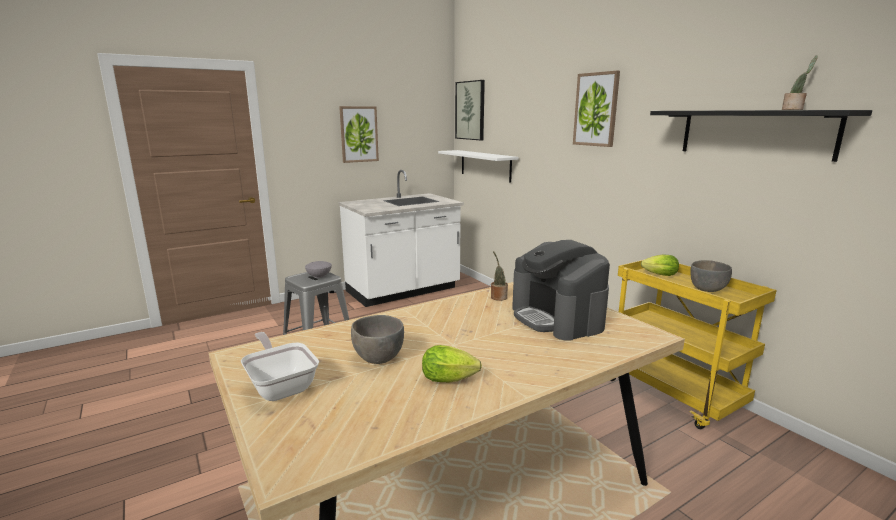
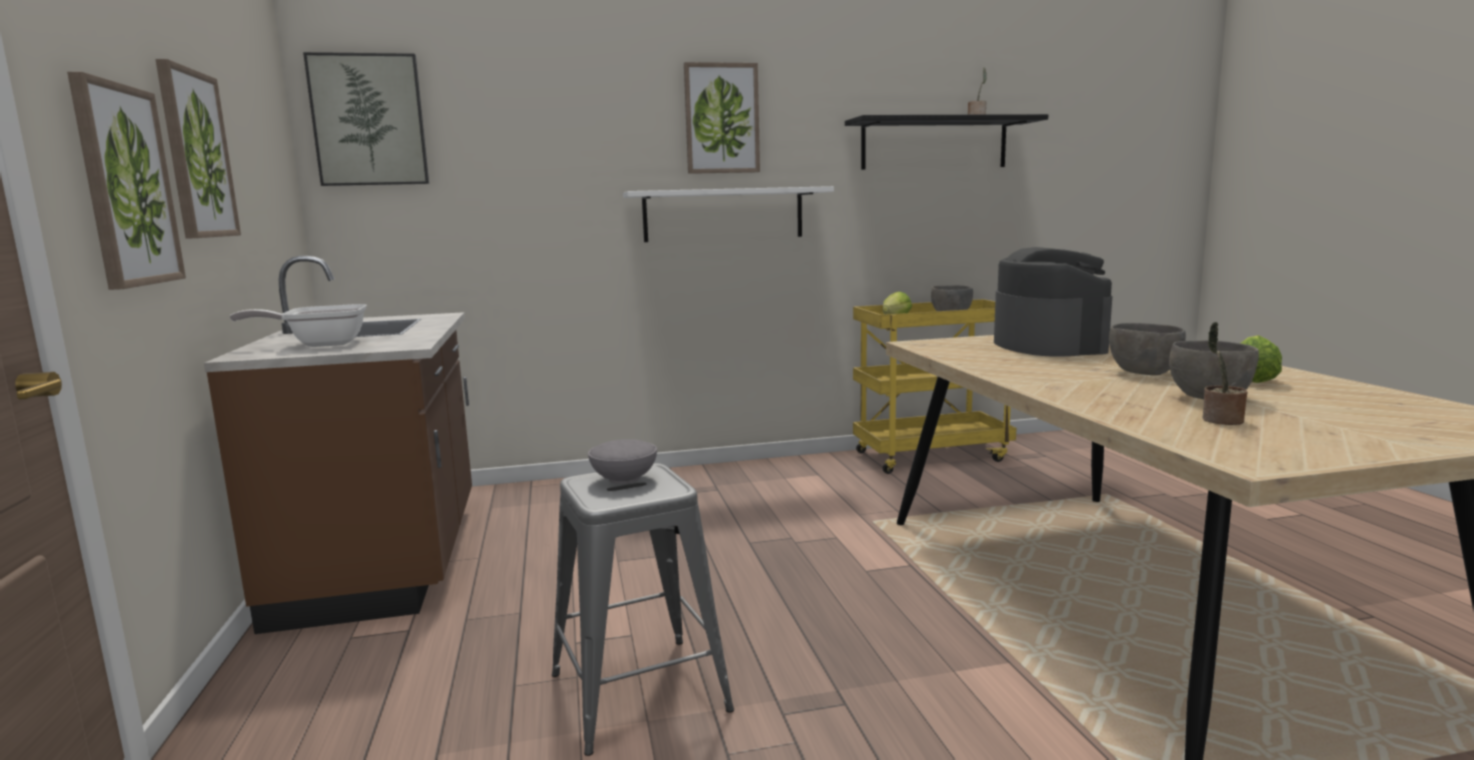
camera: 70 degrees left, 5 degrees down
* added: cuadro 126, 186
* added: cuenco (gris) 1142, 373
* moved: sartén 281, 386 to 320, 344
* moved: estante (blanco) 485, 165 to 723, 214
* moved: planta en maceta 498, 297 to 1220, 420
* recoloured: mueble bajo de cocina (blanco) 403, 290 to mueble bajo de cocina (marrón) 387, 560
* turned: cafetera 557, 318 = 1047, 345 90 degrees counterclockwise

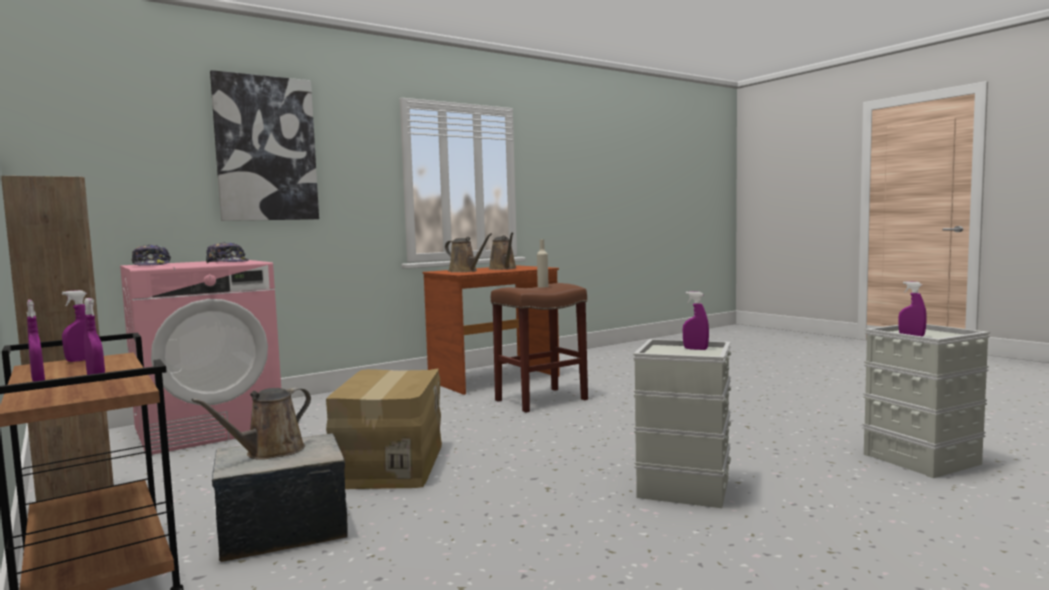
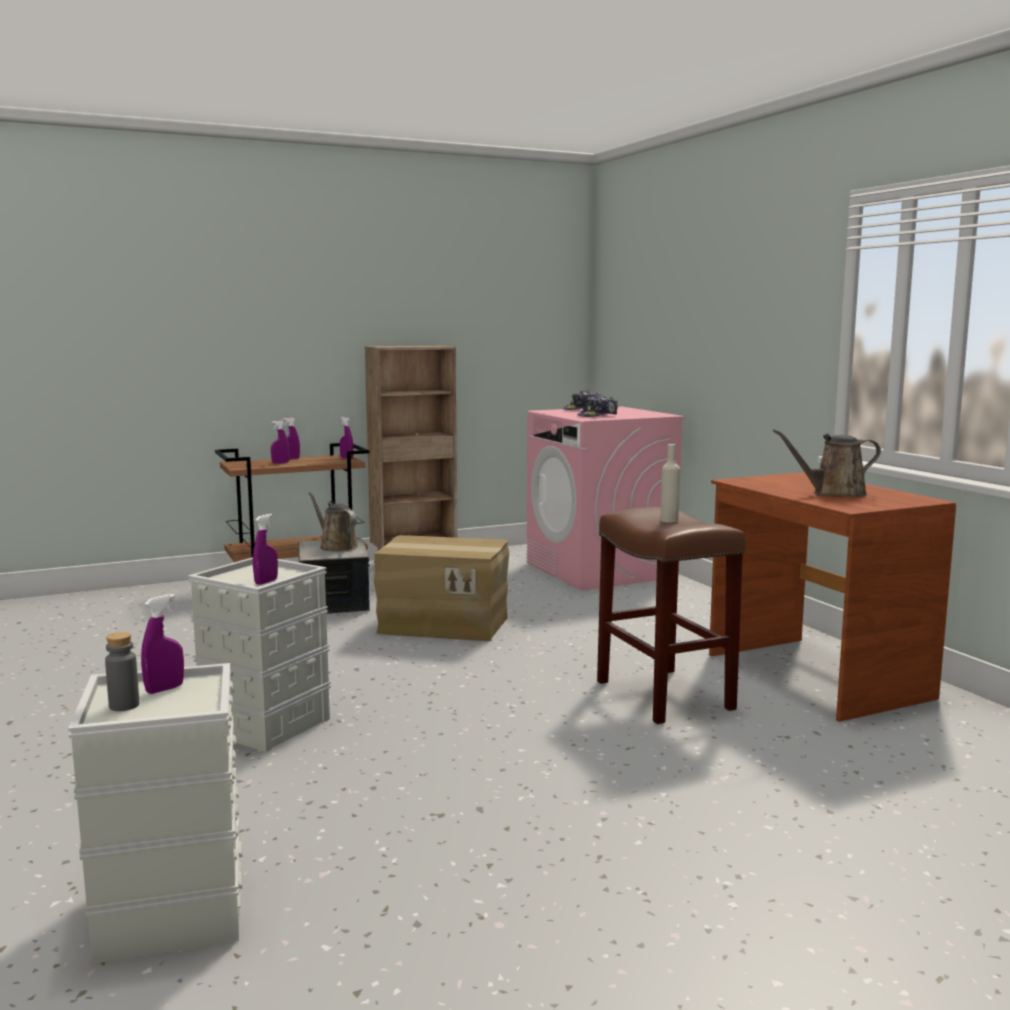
camera: 100 degrees right, 5 degrees up
* removed: cuadro 266, 149
* removed: regadera (marrón) 465, 271
* added: botella (gris) 124, 705

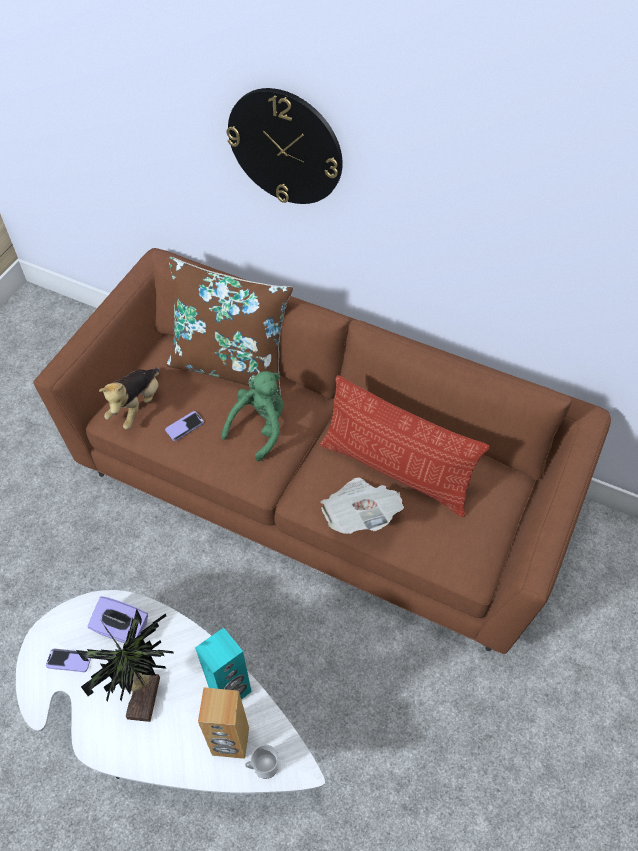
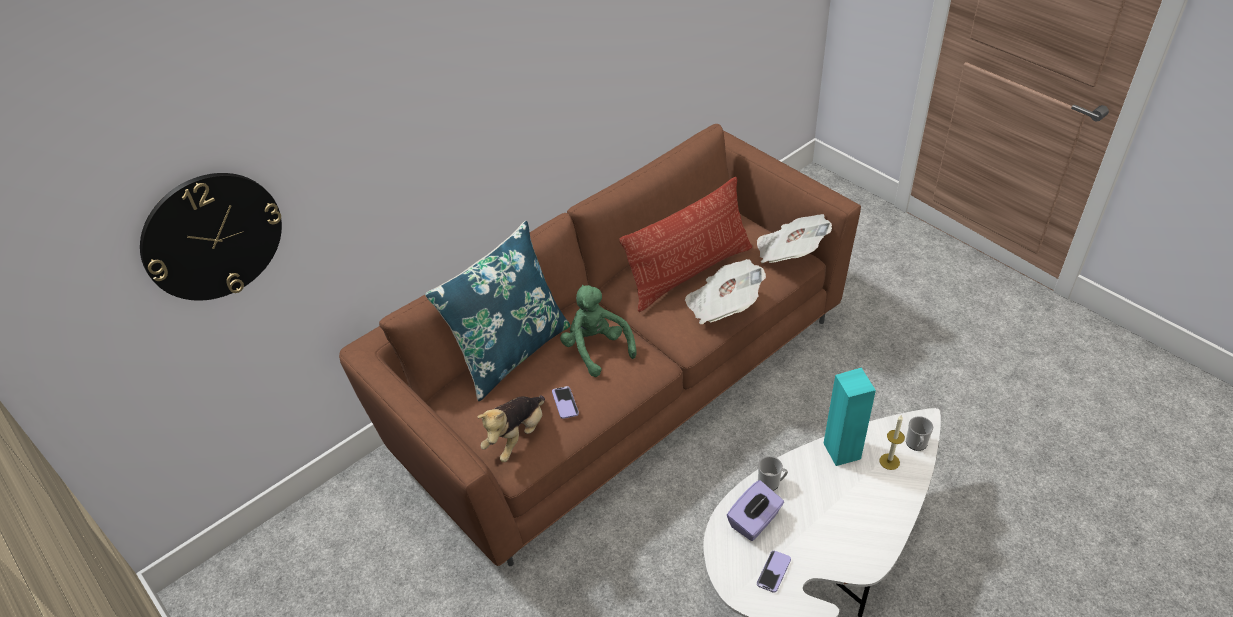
camera: 65 degrees left, 10 degrees down
* removed: planta en maceta 147, 697
* added: periódico 789, 253
* added: taza grande 771, 483
* moved: reloj de pared 285, 147 to 212, 236
* replaced: altavoz (marrón) 230, 742 to vela 889, 461
* recoloured: cojín (marrón) 231, 366 to cojín (azul) 510, 352
* turned: peluche 136, 406 = 516, 437 75 degrees clockwise

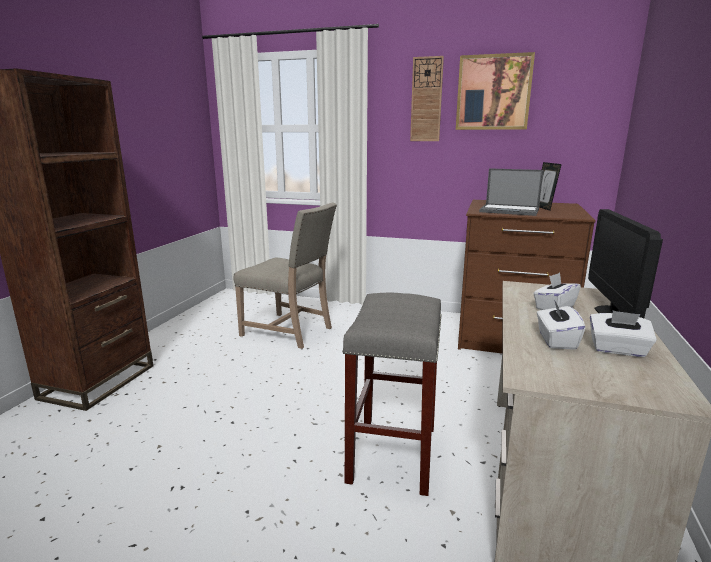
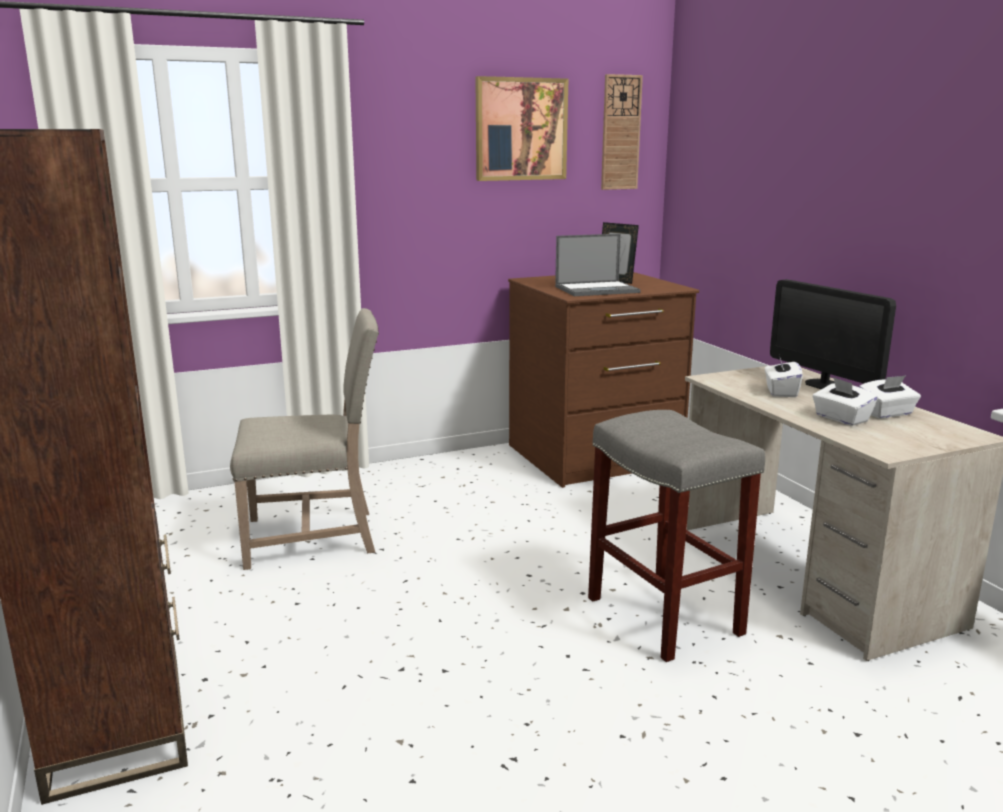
camera: 40 degrees left, 0 degrees up
* moved: reloj de pared 426, 100 to 620, 133

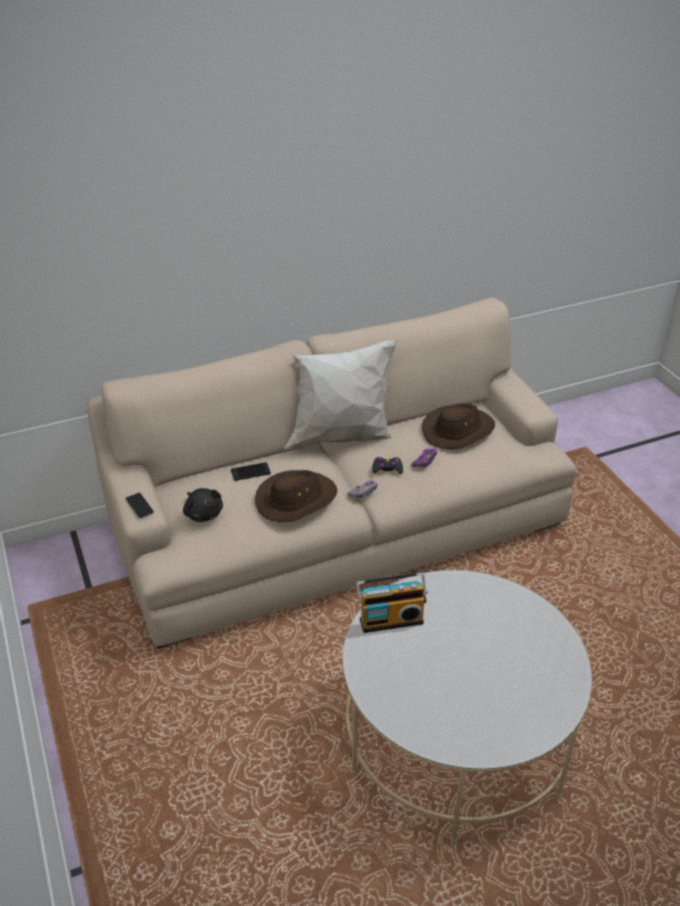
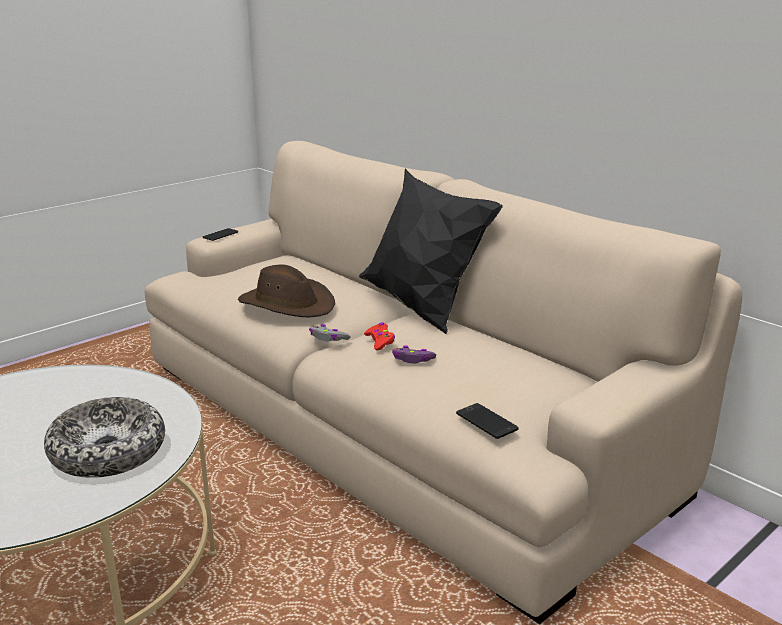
camera: 70 degrees right, 15 degrees down
* removed: peluche (negro) 203, 513
* removed: radio 390, 619
* removed: sombrero (marrón) 458, 430
* added: cuenco 108, 452
* moved: móvil 250, 472 to 486, 421
* recoloured: cojín (blanco) 341, 437 to cojín (negro) 421, 308
* recoloured: mando de consola (negro) 387, 468 to mando de consola (rojo) 380, 341

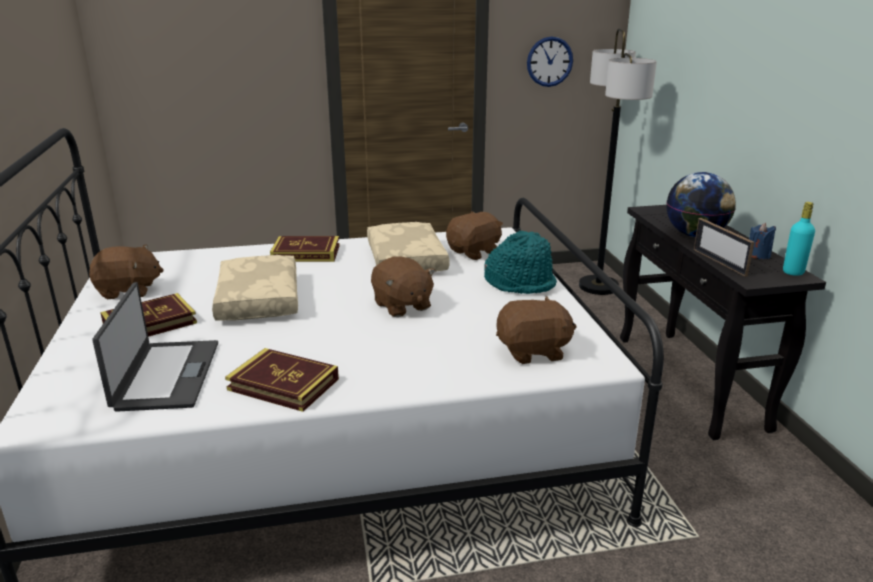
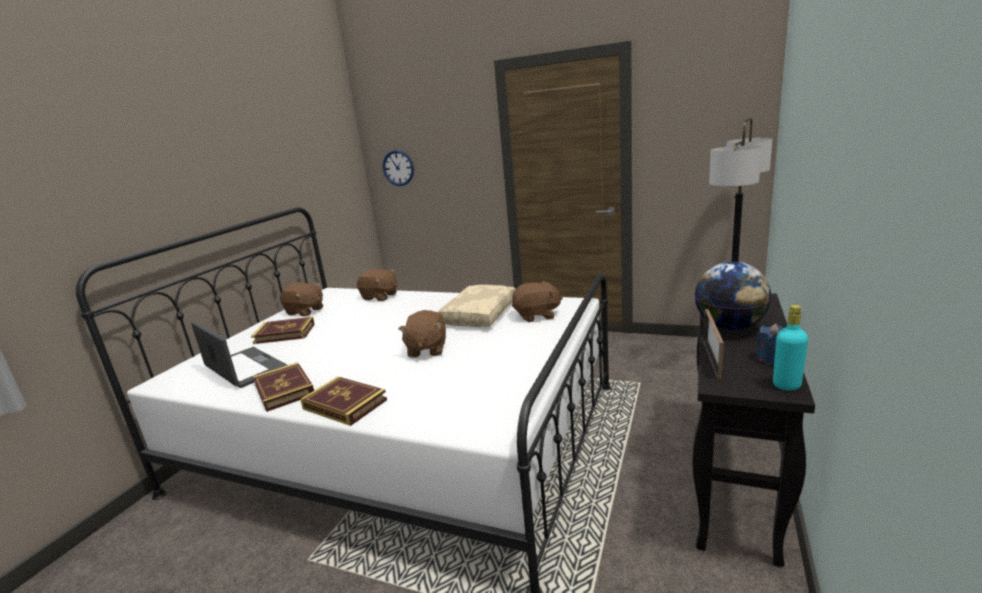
camera: 35 degrees right, 5 degrees down
* removed: cojín (beis) 257, 300
* removed: sombrero (turquesa) 520, 283
* moved: libro 306, 253 to 345, 404
* moved: peluche (marrón) 533, 352 to 380, 297
* moved: reloj de pared 549, 61 to 398, 168
* turned: portátil 166, 375 = 244, 368 75 degrees counterclockwise

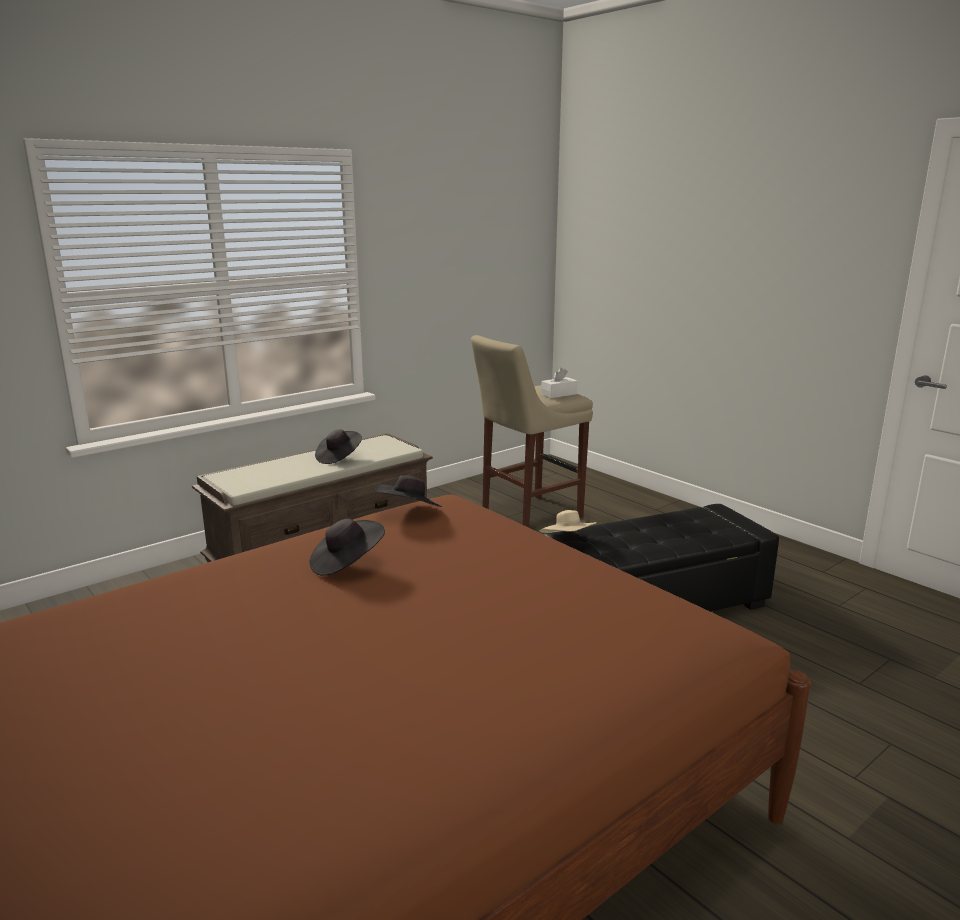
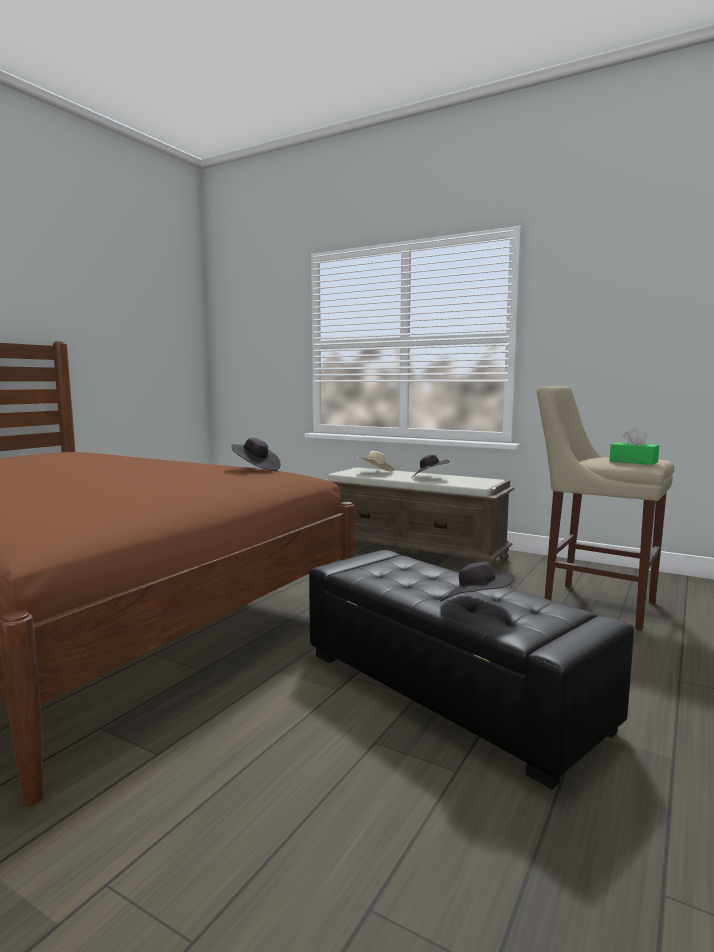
camera: 70 degrees right, 10 degrees down
* moved: sombrero (negro) 346, 564 to 476, 606
* moved: sombrero (beis) 568, 541 to 375, 472
* recoloured: caja de pañuelos (blanco) 559, 394 to caja de pañuelos (verde) 633, 462

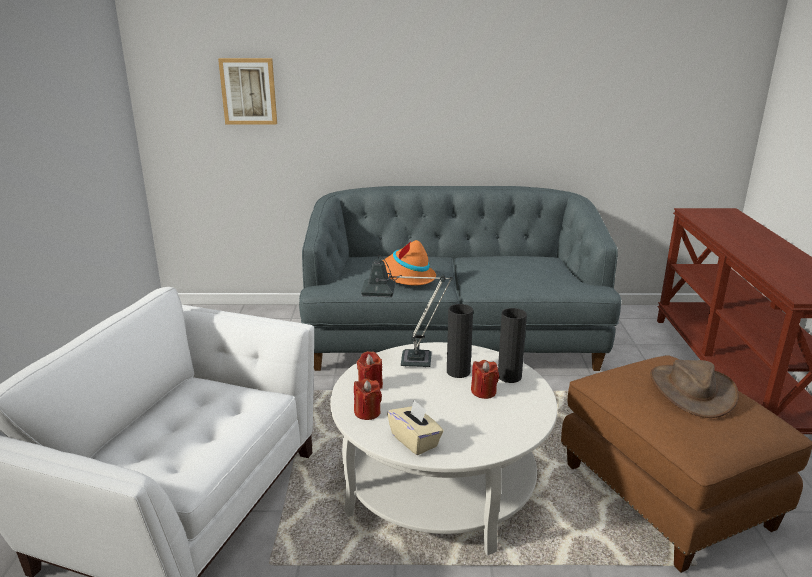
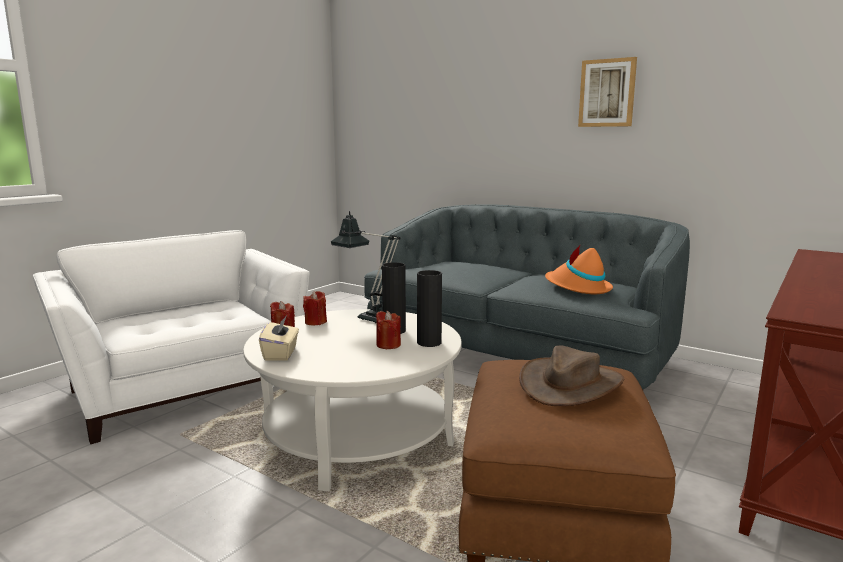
camera: 35 degrees right, 10 degrees down
* moved: cuadro 249, 91 to 607, 93
* moved: sombrero (naranja) 404, 277 to 577, 288

